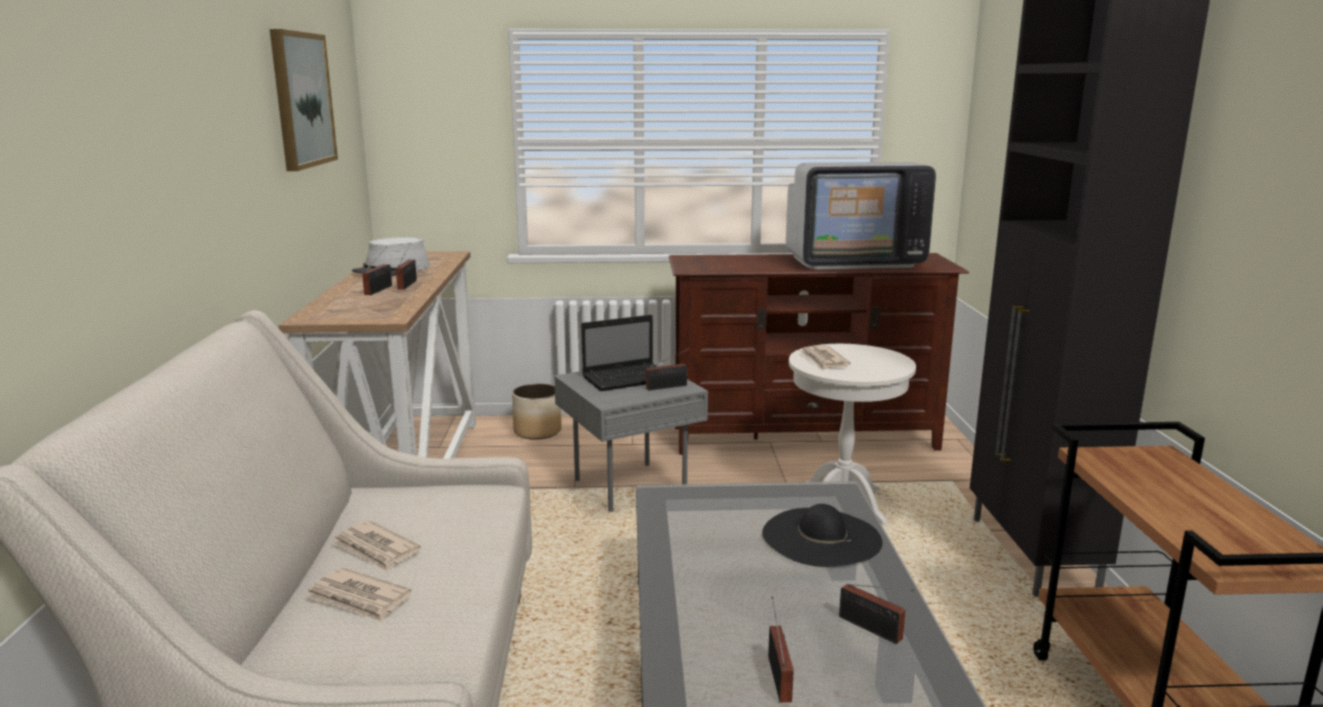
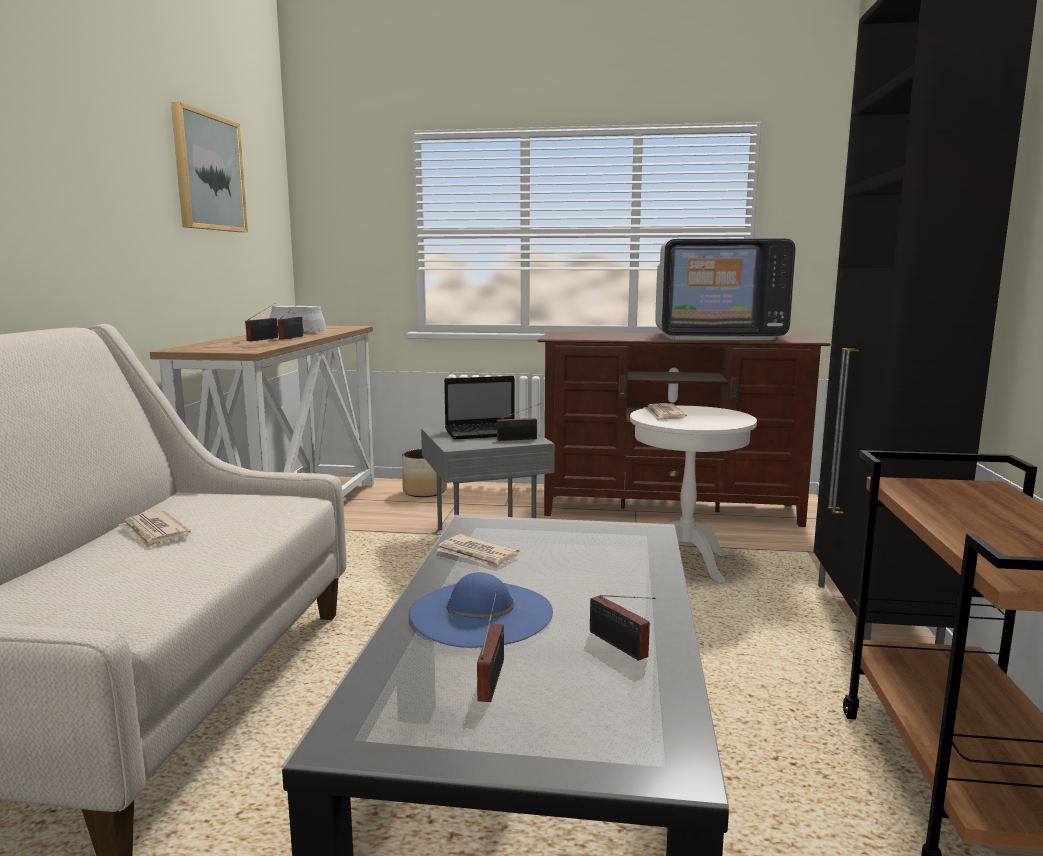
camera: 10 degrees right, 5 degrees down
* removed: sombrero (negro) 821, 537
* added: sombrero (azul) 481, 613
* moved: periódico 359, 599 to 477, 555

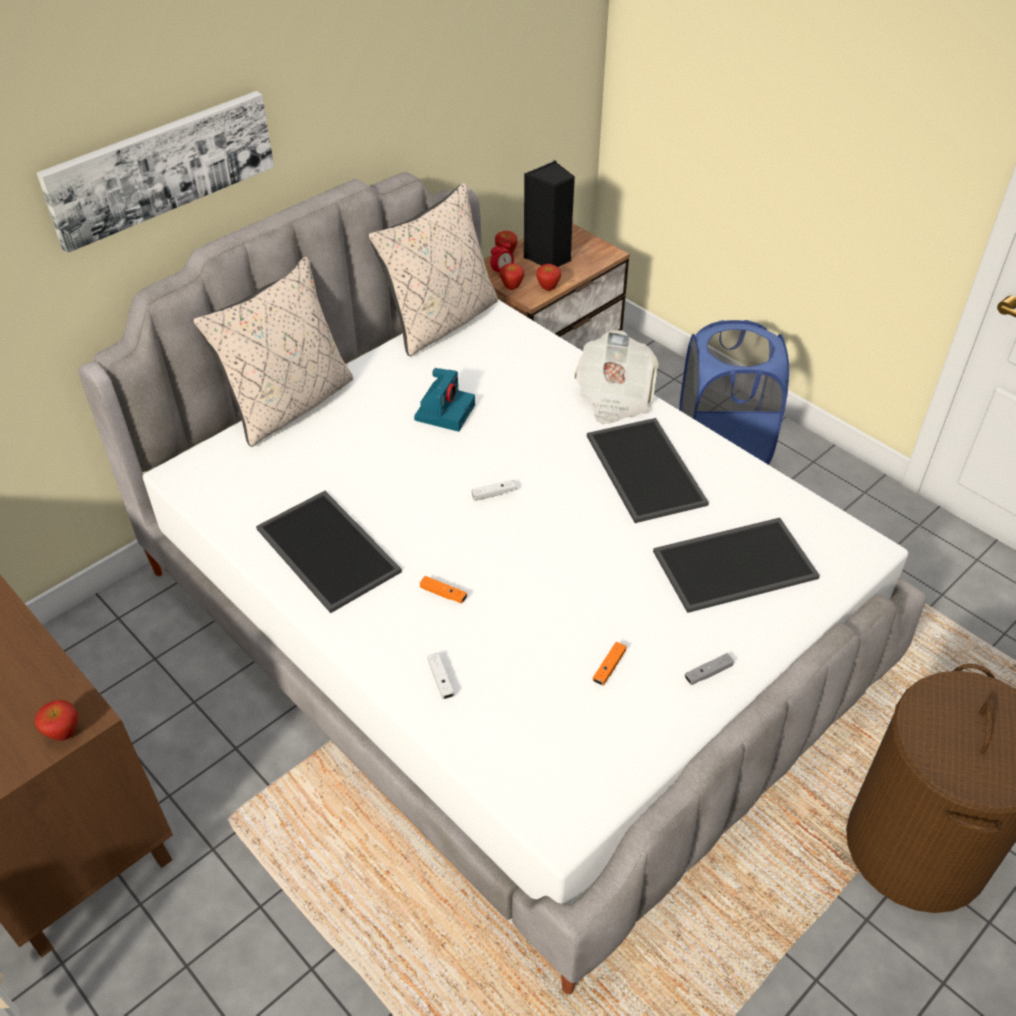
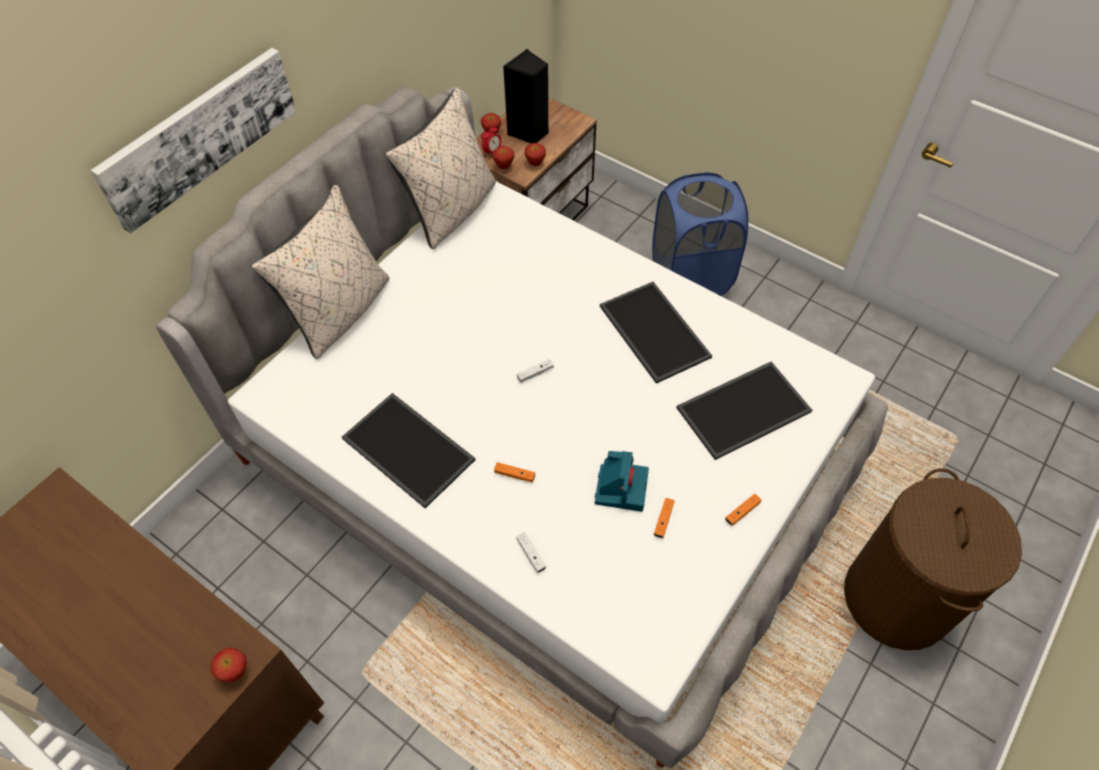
camera: 10 degrees left, 10 degrees up
* removed: periódico 614, 396
* moved: cámara 445, 411 to 621, 487
* recoloured: mando de consola (gris) 708, 673 to mando de consola (naranja) 742, 512

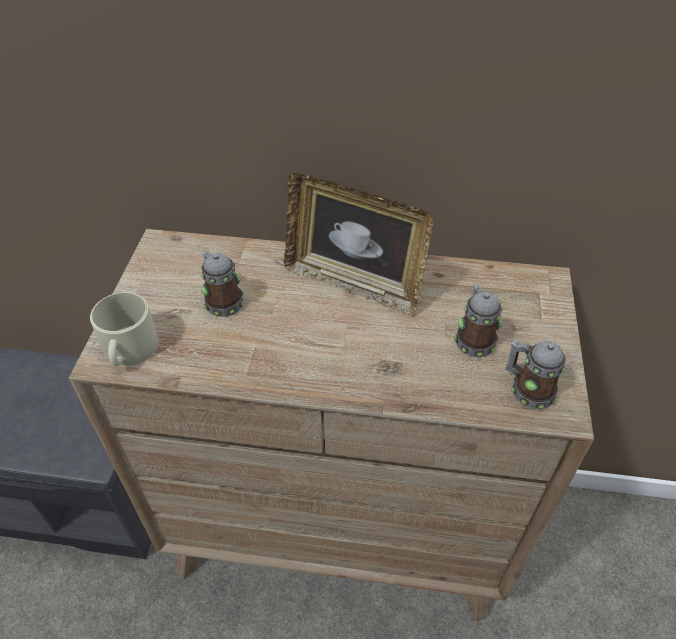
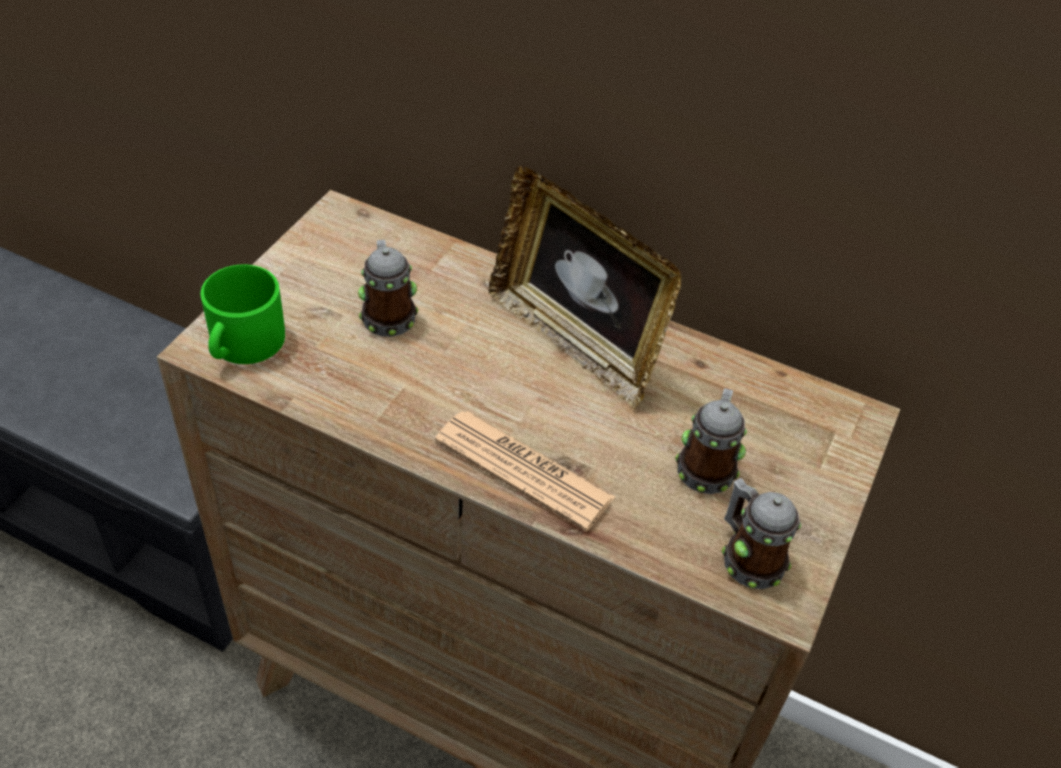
camera: 15 degrees right, 0 degrees up
* added: periódico 523, 470
* recoloured: taza grande (beis) 129, 350 to taza grande (verde) 242, 344

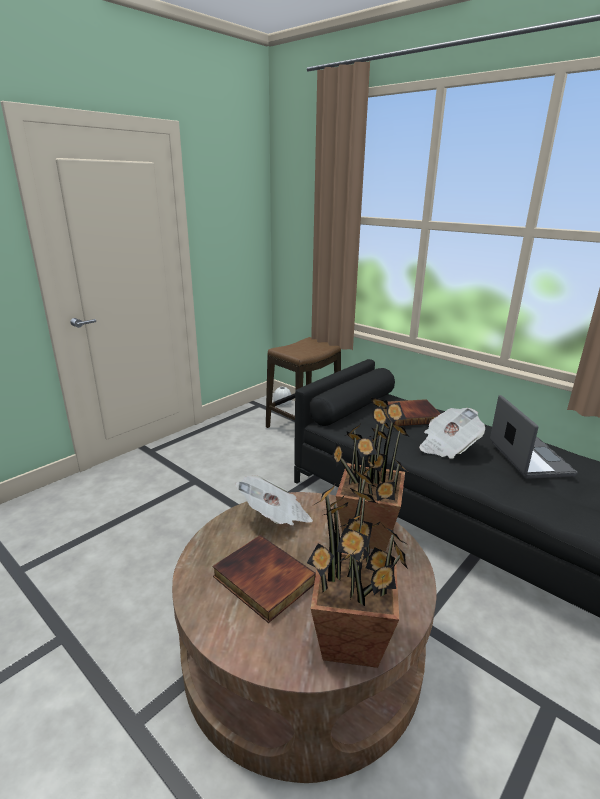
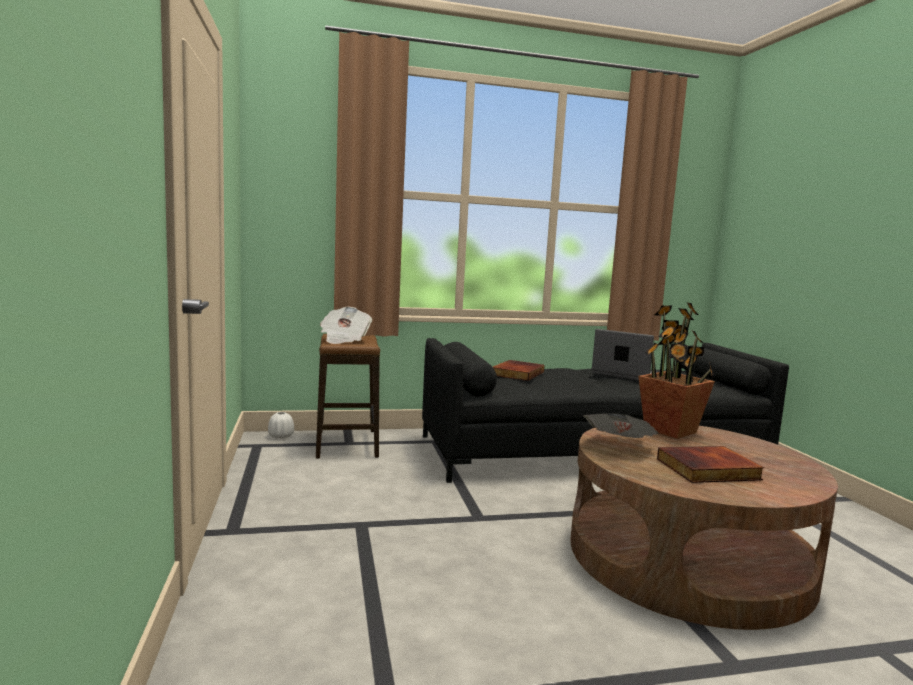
camera: 55 degrees left, 15 degrees down
* removed: planta en maceta 351, 641
* moved: periódico 447, 446 to 344, 339

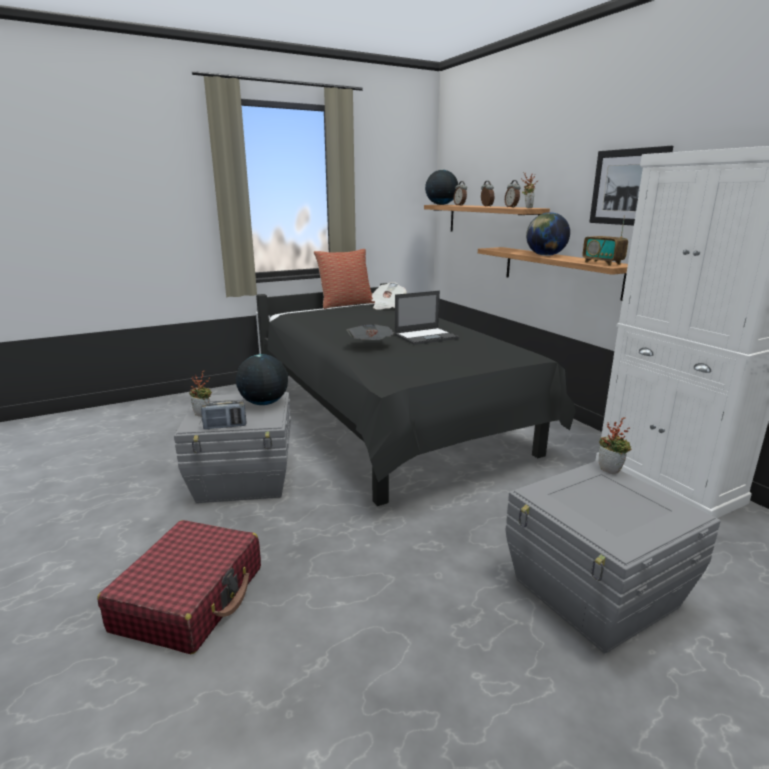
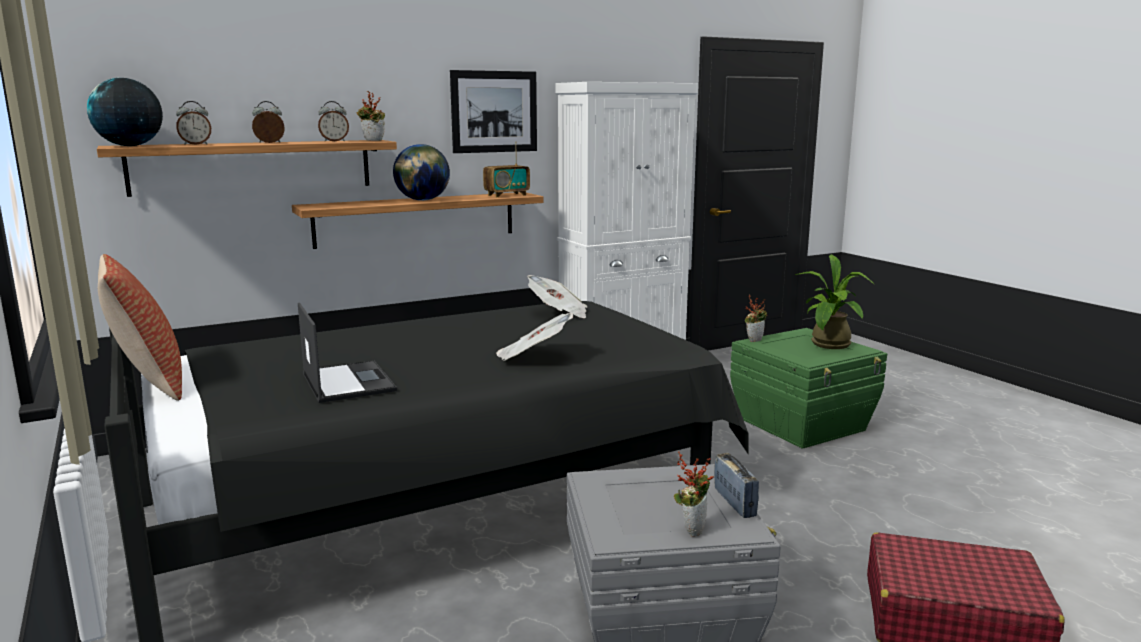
camera: 90 degrees left, 5 degrees down
* removed: globo terráqueo 264, 403
* added: planta en maceta 829, 346
* moved: periódico 387, 306 to 559, 313
* moved: portátil 426, 336 to 347, 382
* recoloured: caja de almacenaje (gris) 595, 594 to caja de almacenaje (verde) 803, 424

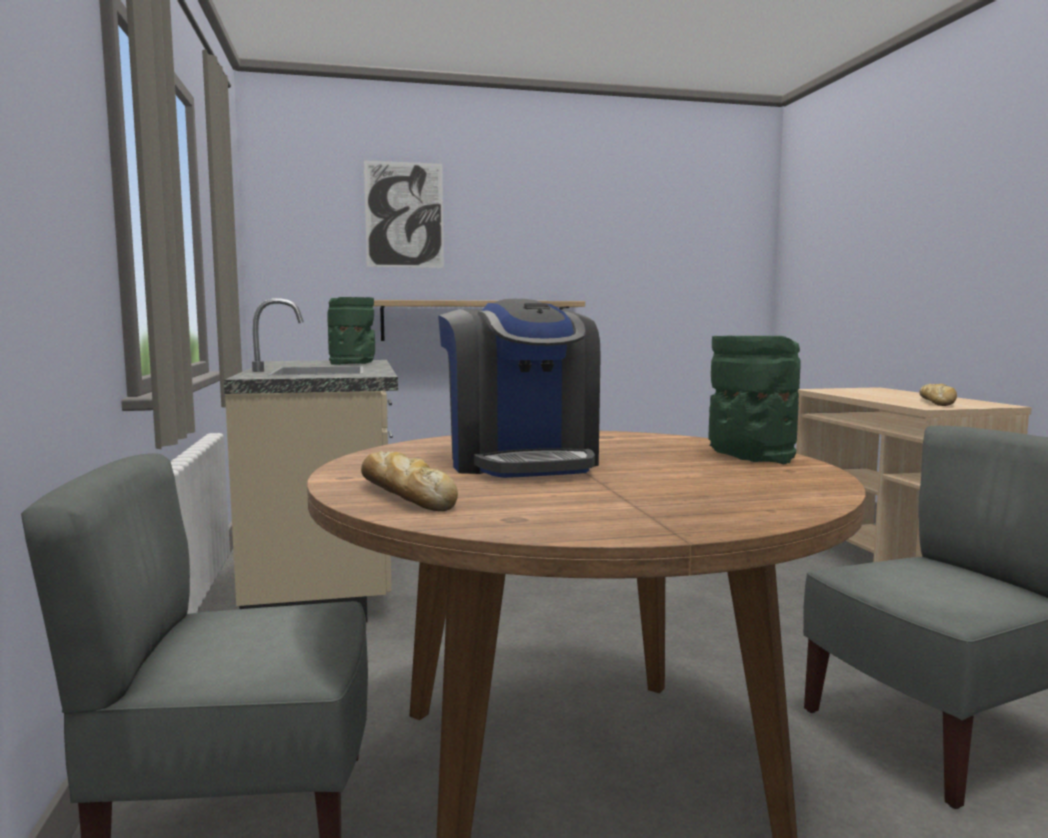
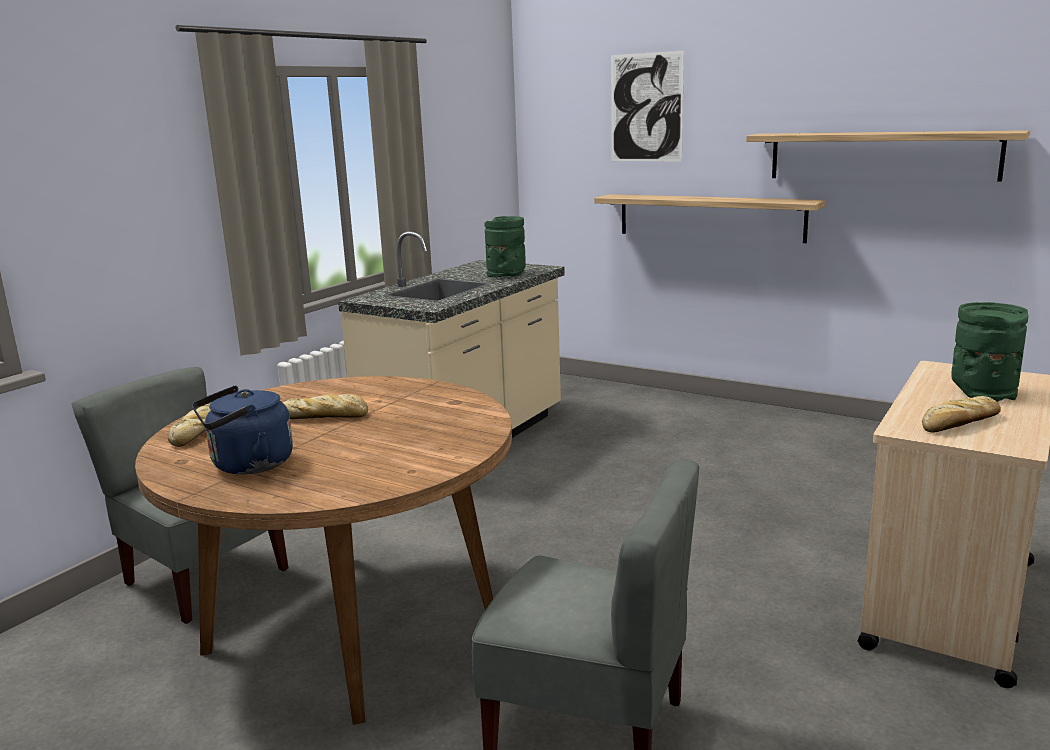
camera: 45 degrees right, 10 degrees up
* added: hervidor (azul) 247, 465
* added: estante 881, 156
* moved: florero (verde) 750, 457 to 982, 393
* replaced: cafetera 520, 462 to pan 324, 416

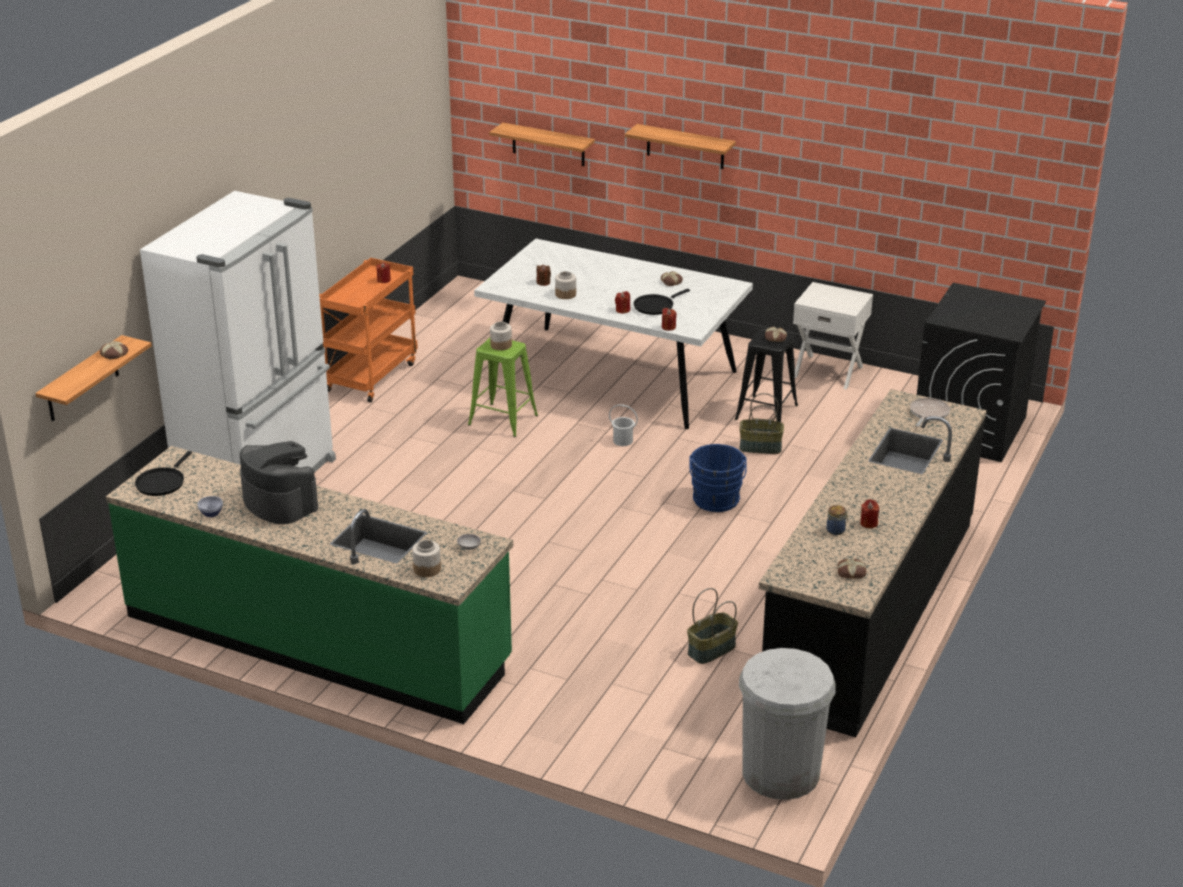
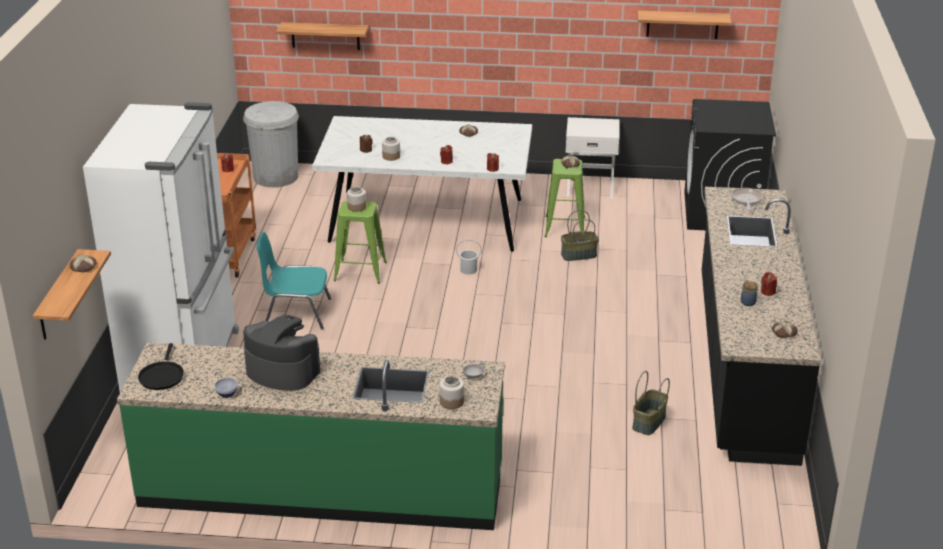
camera: 20 degrees left, 0 degrees up
* removed: sartén (negro) 655, 306
* removed: cubo (azul) 716, 501
* added: silla (turquesa) 296, 313
* moved: estante 685, 147 to 682, 24
* moved: papelera (blanco) 780, 773 to 276, 177
* recoloured: taburete (negro) 766, 412 to taburete (verde) 565, 227

